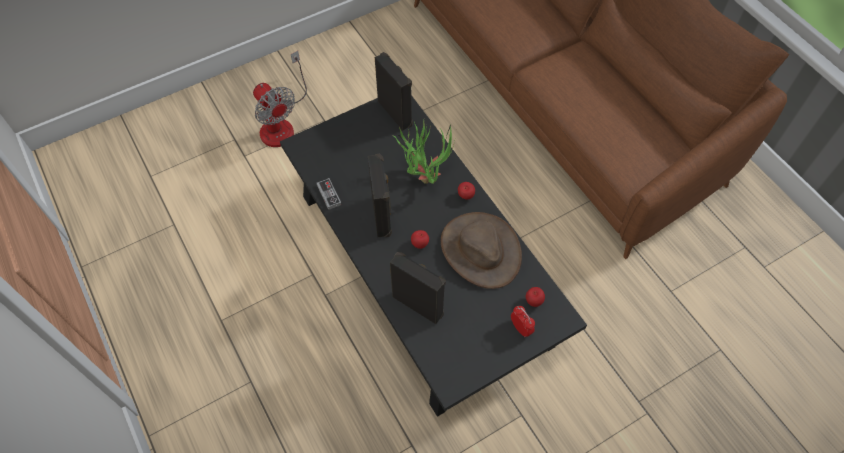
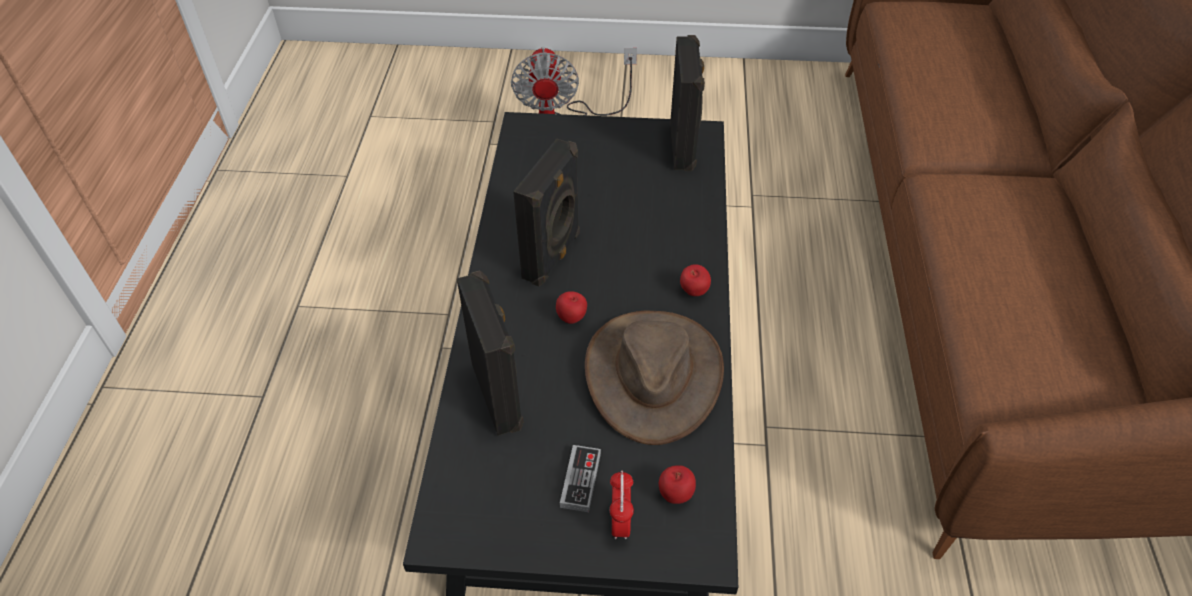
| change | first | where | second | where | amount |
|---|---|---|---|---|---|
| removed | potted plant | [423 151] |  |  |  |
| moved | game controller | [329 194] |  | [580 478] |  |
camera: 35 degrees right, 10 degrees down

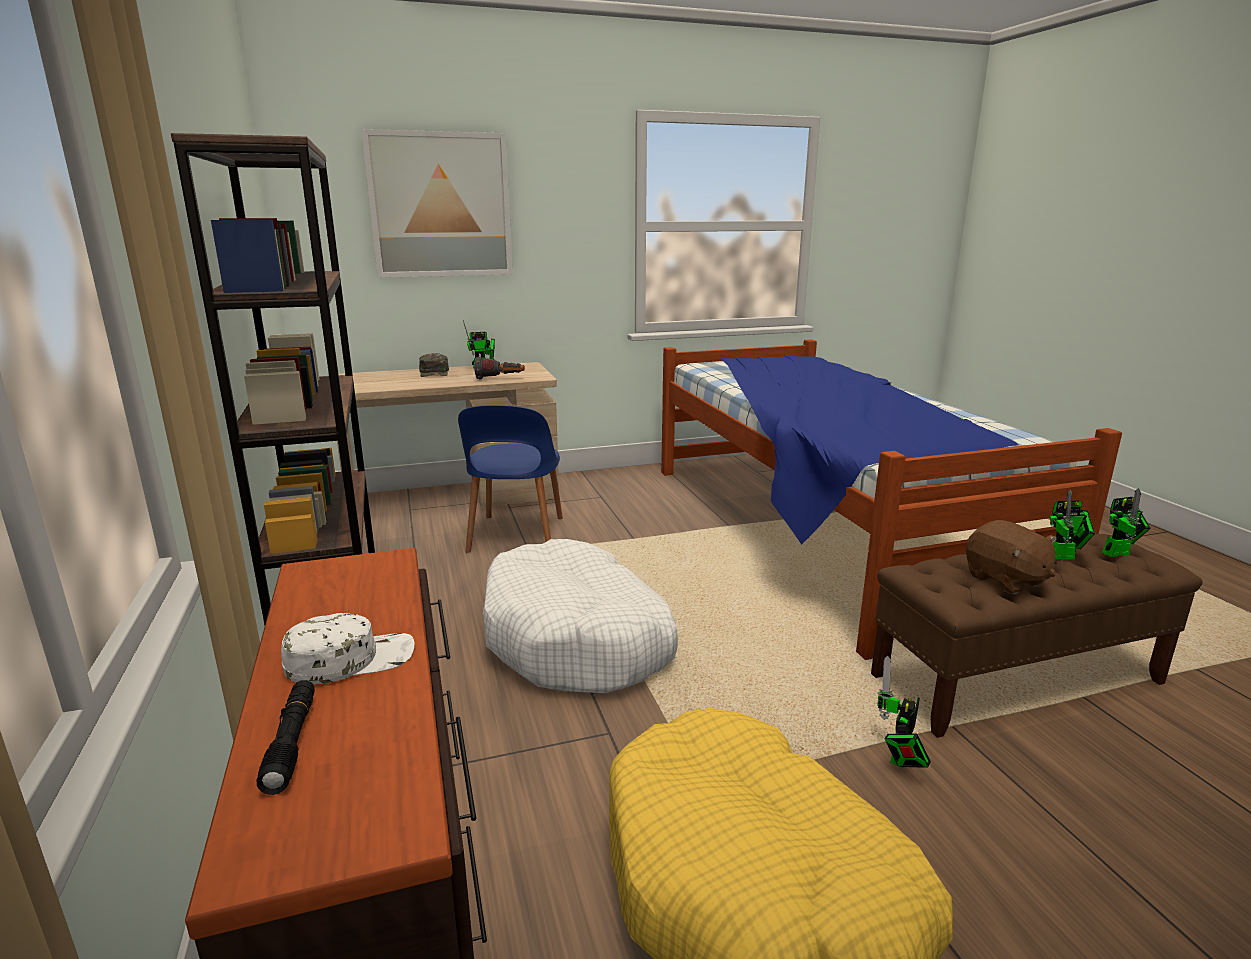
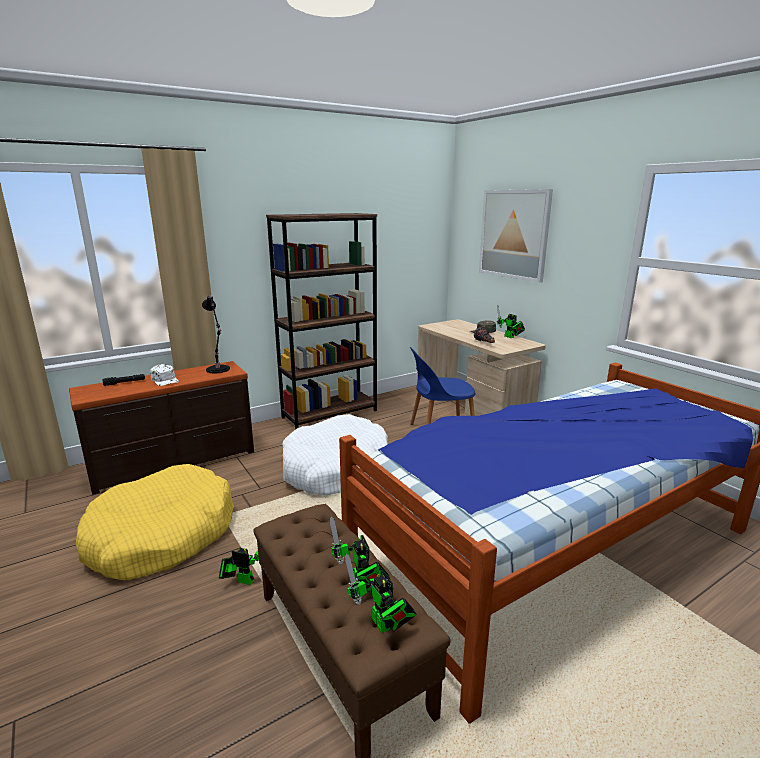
| change | first | where | second | where | amount |
|---|---|---|---|---|---|
| removed | brown plush toy | [1011 557] |  |  |  |
| added |  |  | black table lamp | [216 334] |  |
camera: 75 degrees right, 0 degrees up

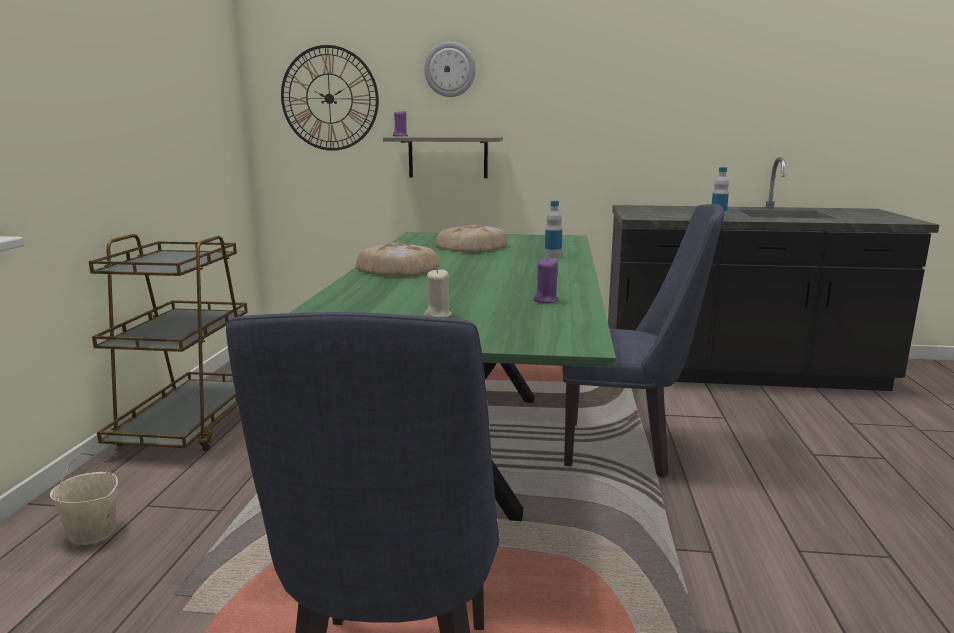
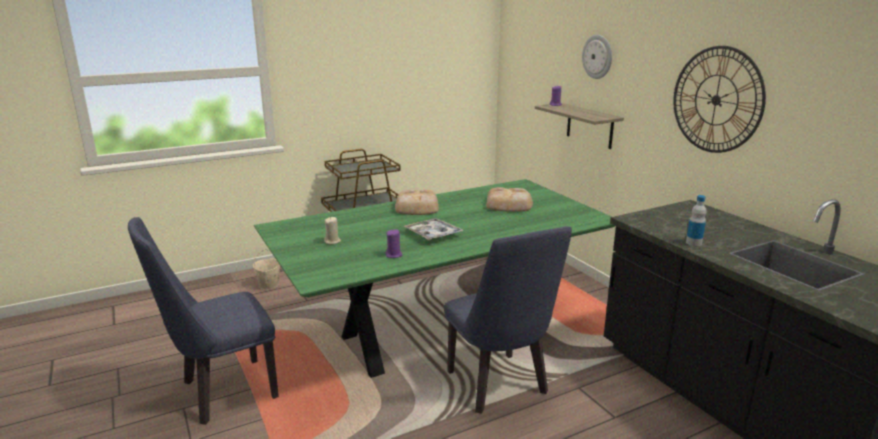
| change | first | where | second | where | amount |
|---|---|---|---|---|---|
| removed | bottle | [553 229] |  |  |  |
| added |  |  | tray | [434 229] |  |
| moved | wall clock | [330 98] |  | [719 99] |  |
camera: 55 degrees right, 5 degrees up

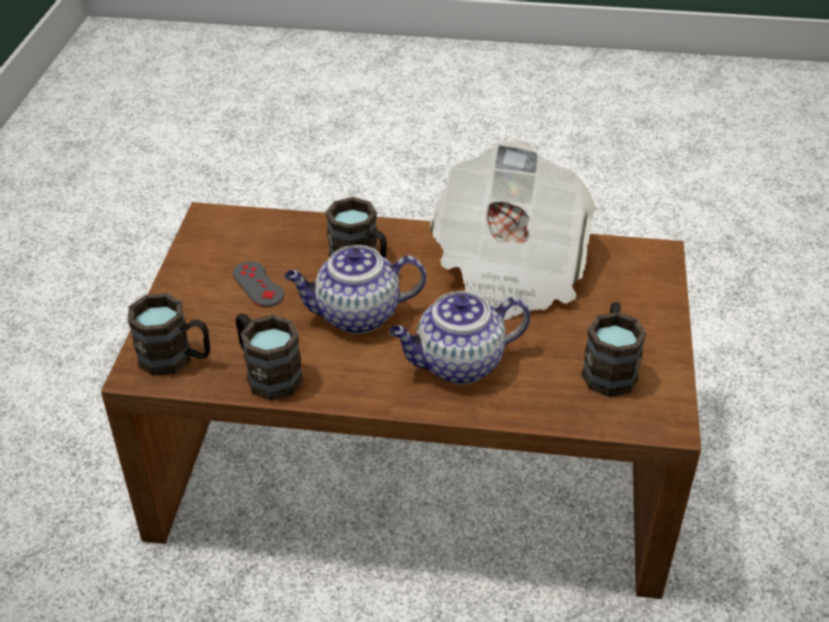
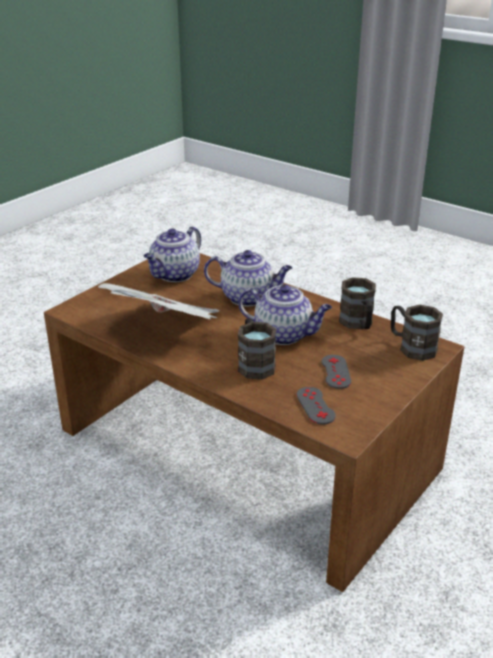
| change | first | where | second | where | amount |
|---|---|---|---|---|---|
| added |  |  | grey game controller | [316 406] |  |
| replaced | brown mug | [614 349] | teapot | [172 254] |  |
camera: 150 degrees left, 10 degrees down

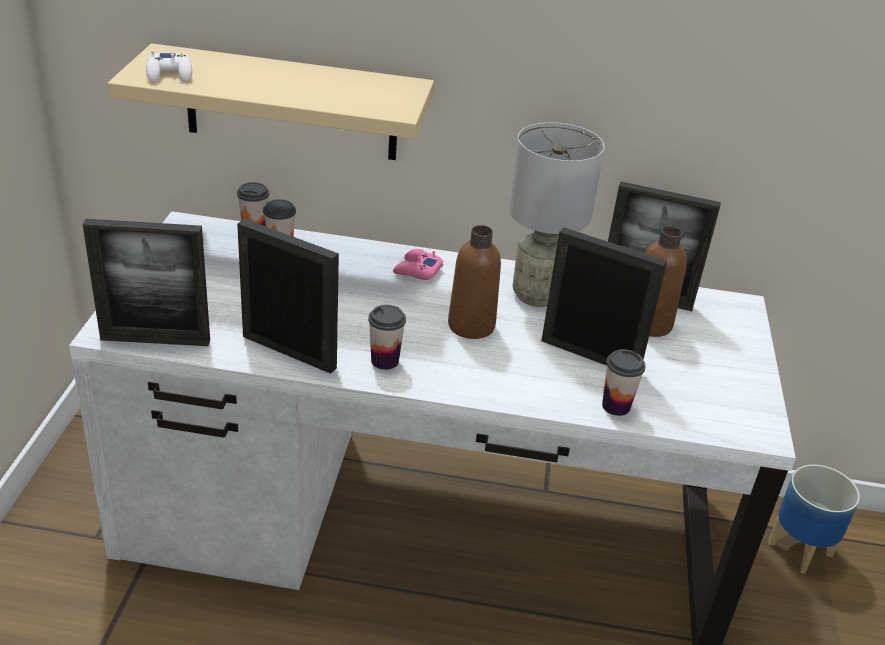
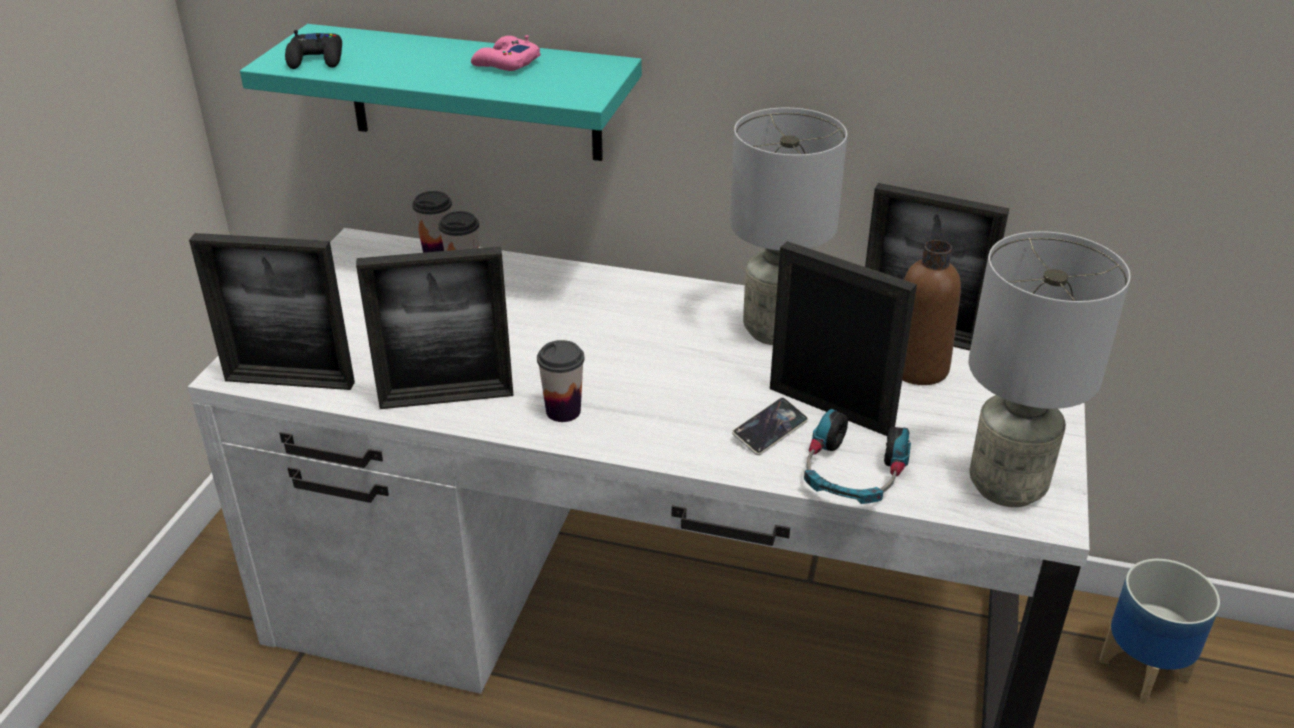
| change | first | where | second | where | amount |
|---|---|---|---|---|---|
| removed | brown bottle | [474 282] |  |  |  |
| added |  |  | phone | [770 426] |  |
| added |  |  | grey table lamp | [1050 369] |  |
| moved | pink game controller | [418 264] |  | [506 53] |  |
| replaced | cup | [624 382] | headphones | [857 456] |  |
| recoloured | beige shelf | [270 101] | turquoise shelf | [441 92] |  |
| recoloured | white game controller | [169 66] | black game controller | [313 49] |  |
| turned | picture frame | [288 296] |  | [435 327] | 135 degrees clockwise |
camera: 10 degrees right, 0 degrees up

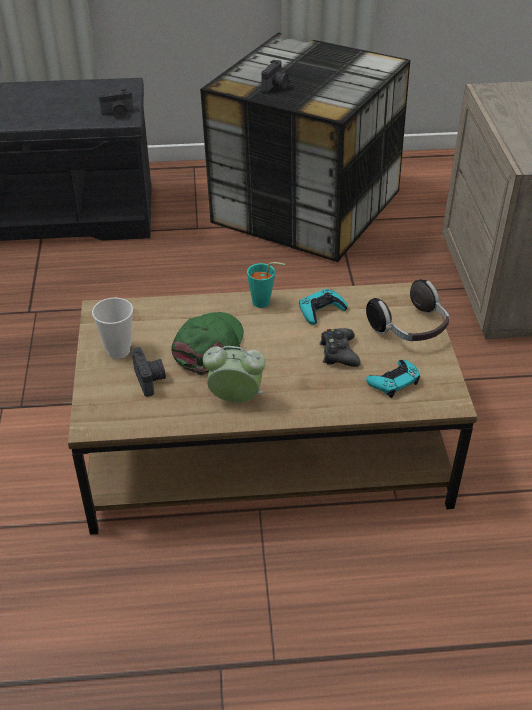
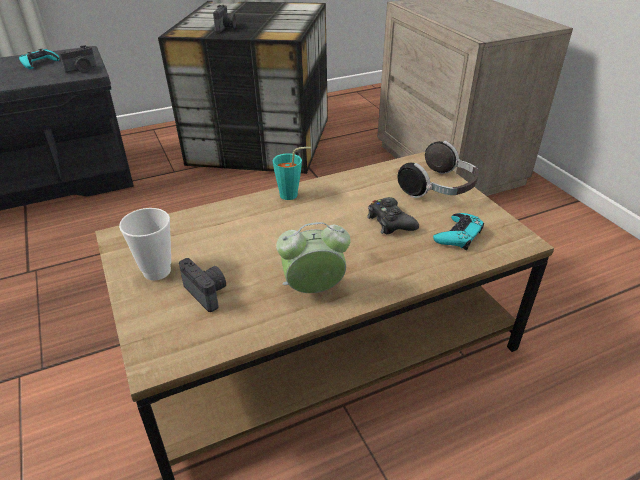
| change | first | where | second | where | amount |
|---|---|---|---|---|---|
| removed | green cap | [207 344] |  |  |  |
| moved | turquoise game controller | [323 307] |  | [39 59] |  |
camera: 20 degrees left, 5 degrees down

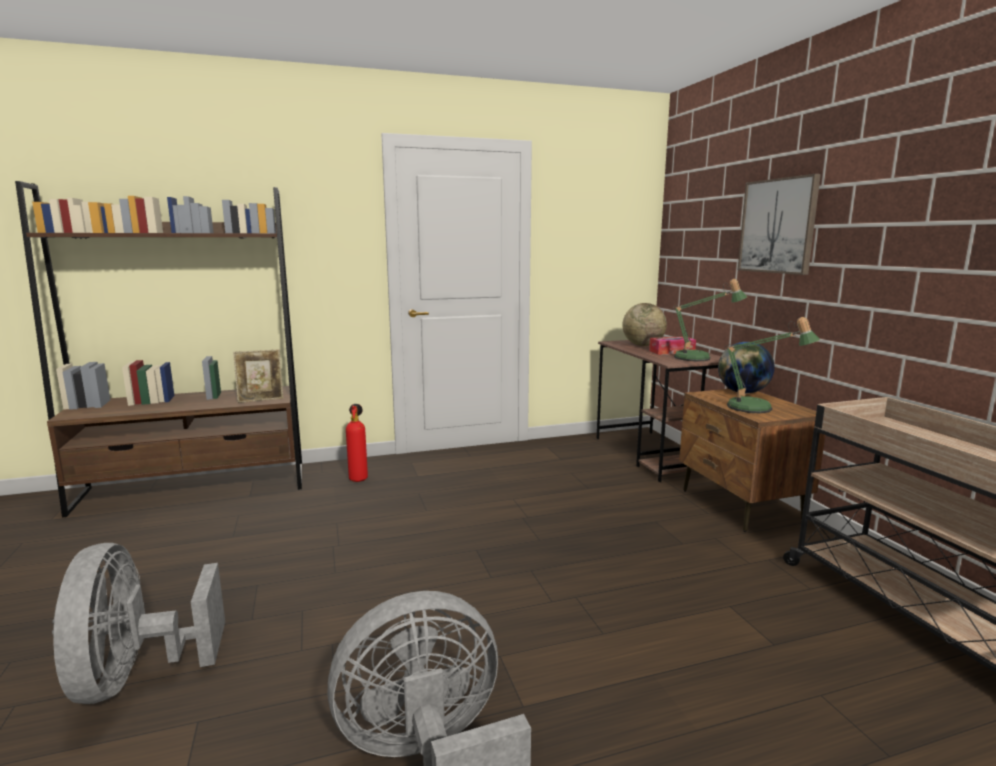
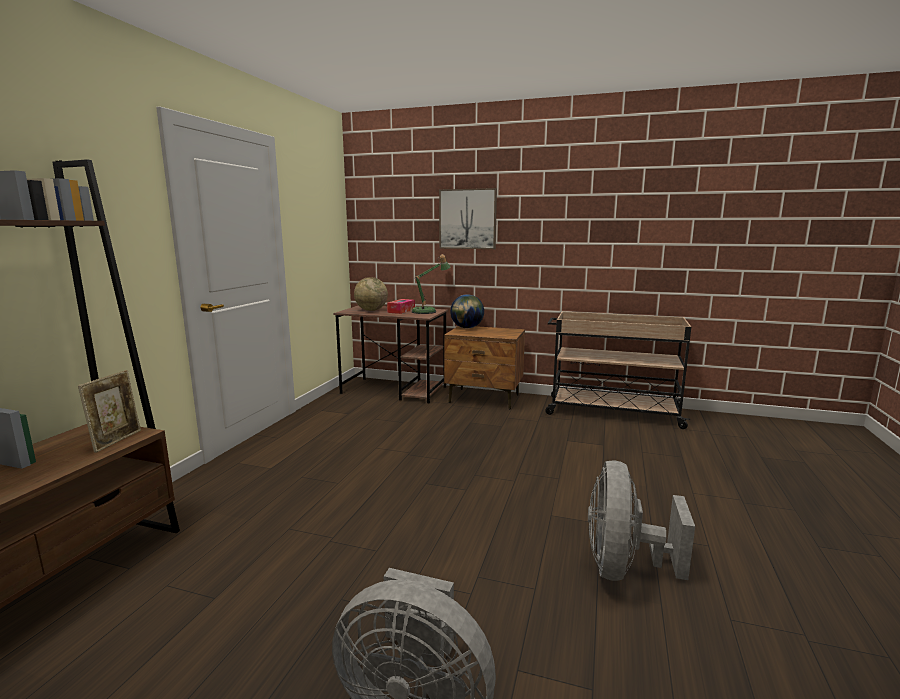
| change | first | where | second | where | amount |
|---|---|---|---|---|---|
| removed | fire extinguisher | [357 443] |  |  |  |
| removed | table lamp | [772 365] |  |  |  |
camera: 55 degrees left, 0 degrees up

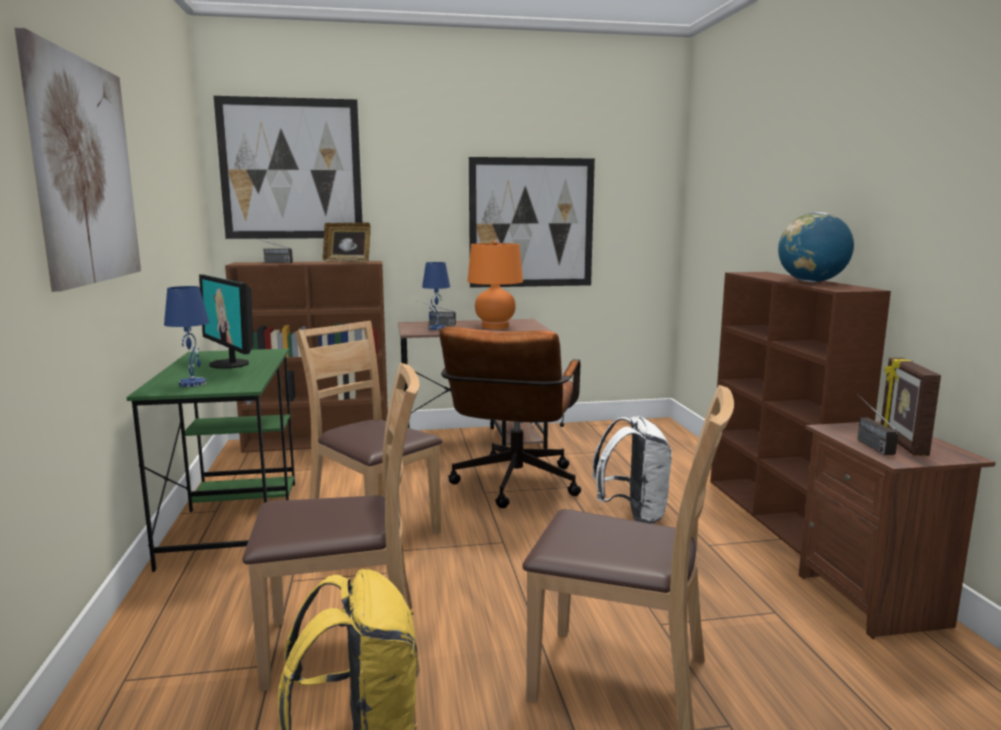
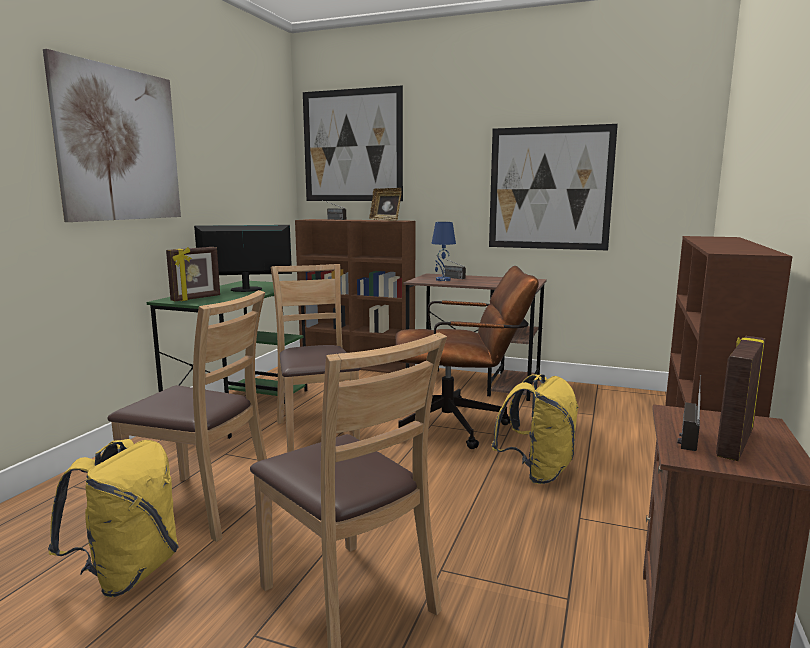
| change | first | where | second | where | amount |
|---|---|---|---|---|---|
| removed | orange table lamp | [495 285] |  |  |  |
| removed | globe | [816 247] |  |  |  |
| replaced | blue table lamp | [186 336] | picture frame | [193 274] |  |
| recoloured | white backpack | [632 470] | yellow backpack | [535 429] |  |
| turned | monitor | [226 321] |  | [243 258] | 90 degrees clockwise |
| turned | brown office chair | [510 417] |  | [467 357] | 135 degrees counterclockwise |
camera: 30 degrees right, 0 degrees up

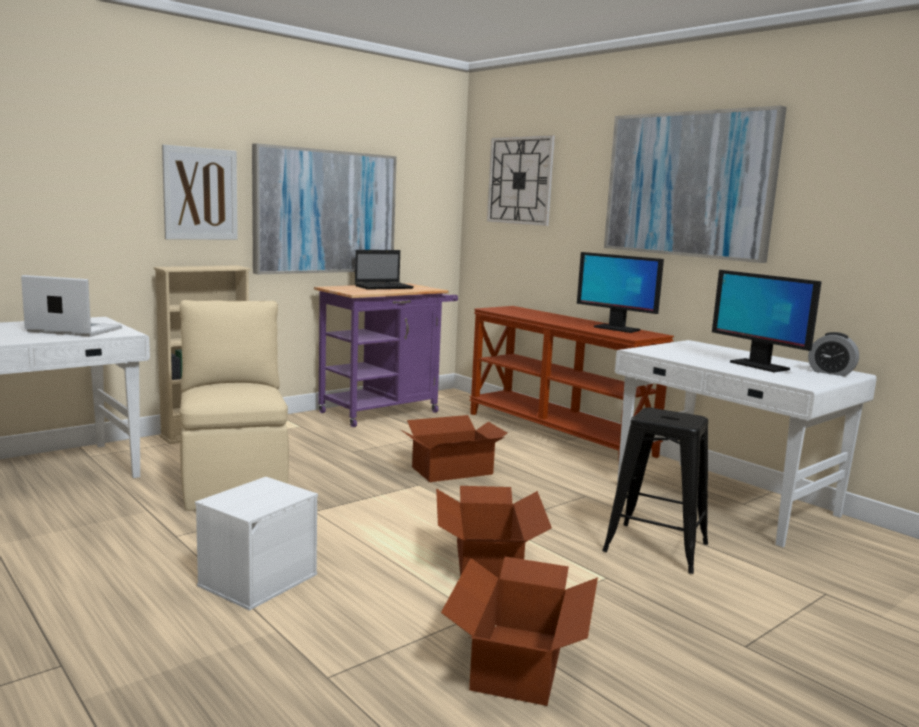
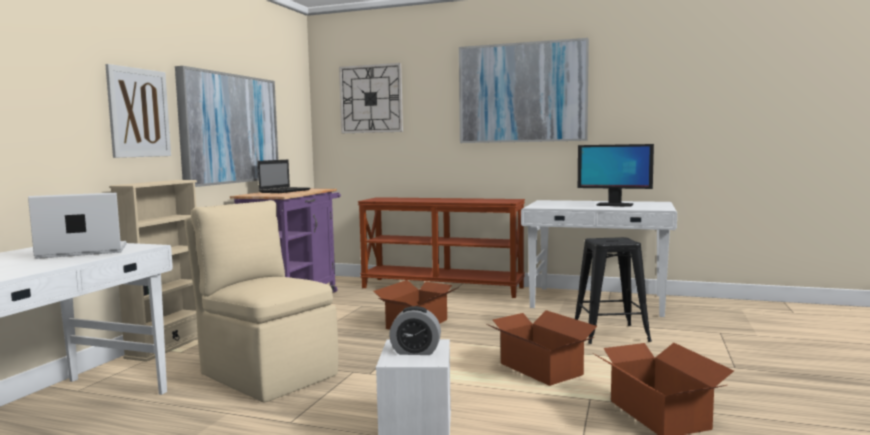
| change | first | where | second | where | amount |
|---|---|---|---|---|---|
| removed | monitor | [620 292] |  |  |  |
| moved | alarm clock | [833 354] |  | [415 330] |  |
camera: 30 degrees left, 5 degrees down

